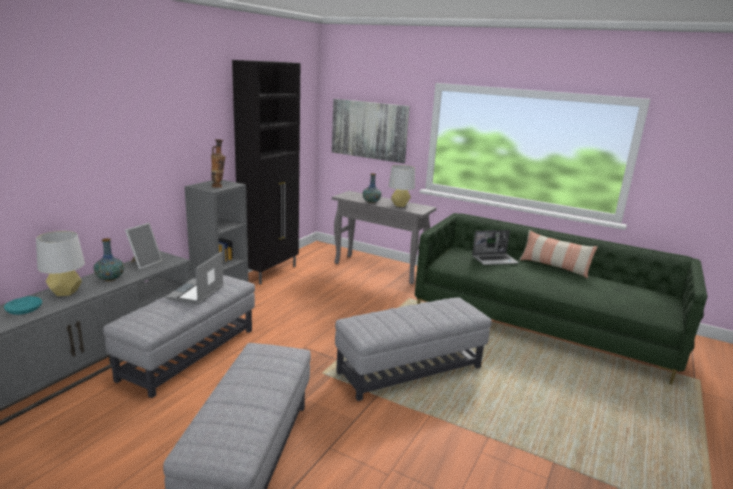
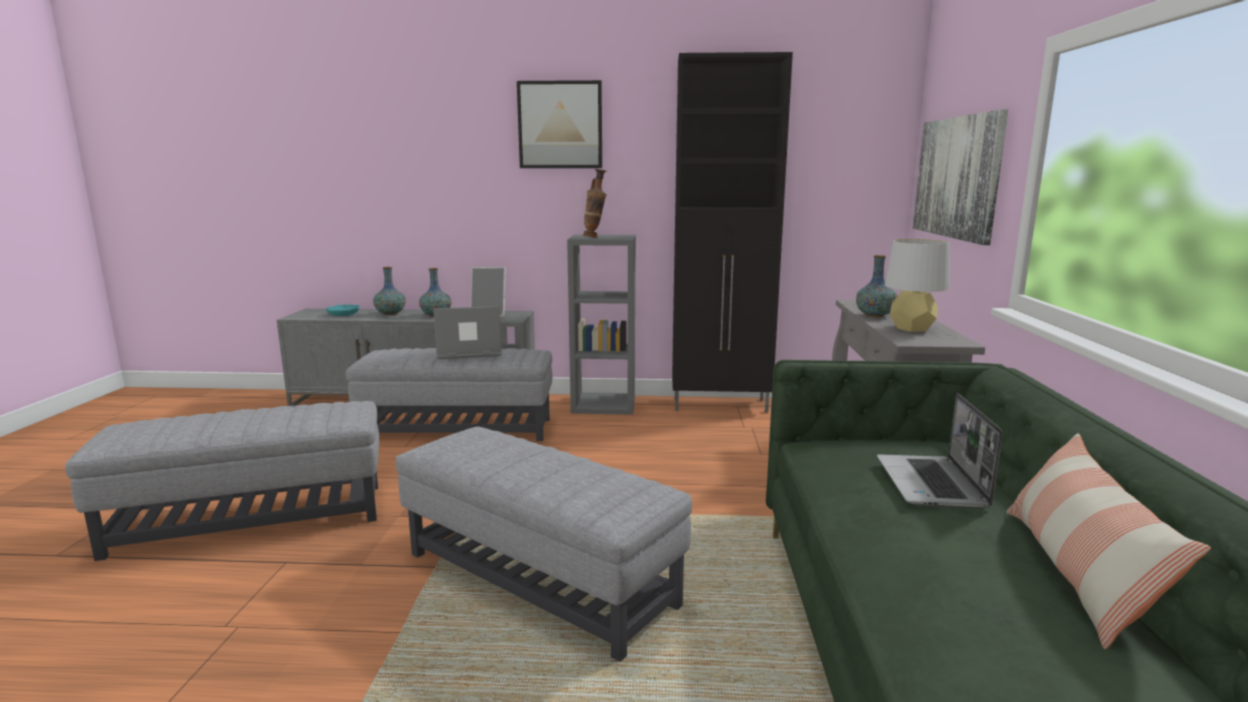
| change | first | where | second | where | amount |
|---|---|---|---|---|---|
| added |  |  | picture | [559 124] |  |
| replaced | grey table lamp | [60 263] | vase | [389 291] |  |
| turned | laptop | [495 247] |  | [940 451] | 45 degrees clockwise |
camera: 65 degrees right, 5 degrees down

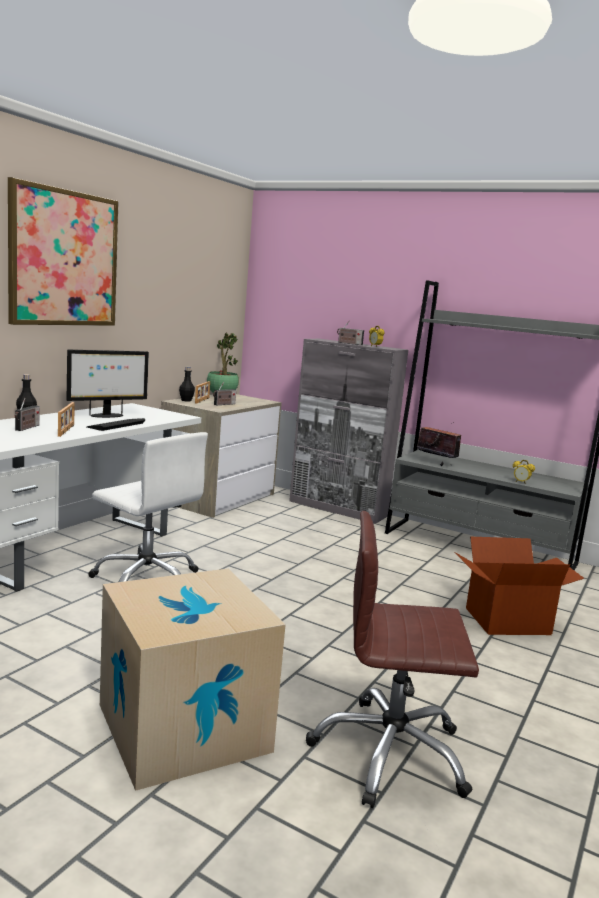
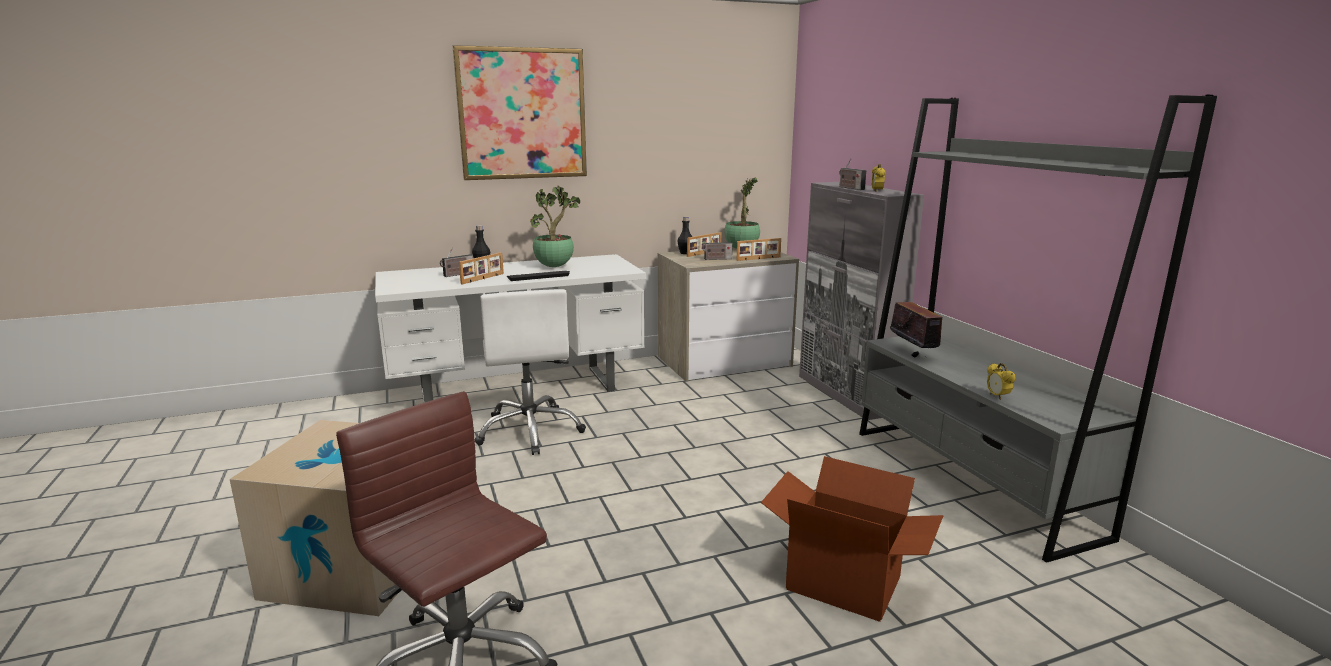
| change | first | where | second | where | amount |
|---|---|---|---|---|---|
| added |  |  | picture frame | [759 249] |  |
| replaced | monitor | [108 384] | potted plant | [555 226] |  |
camera: 40 degrees right, 5 degrees up

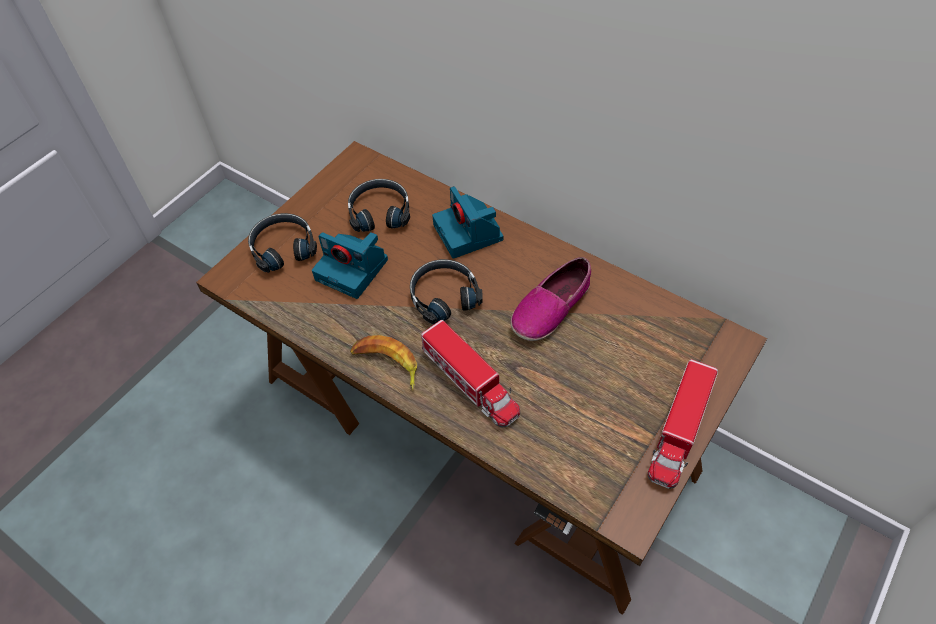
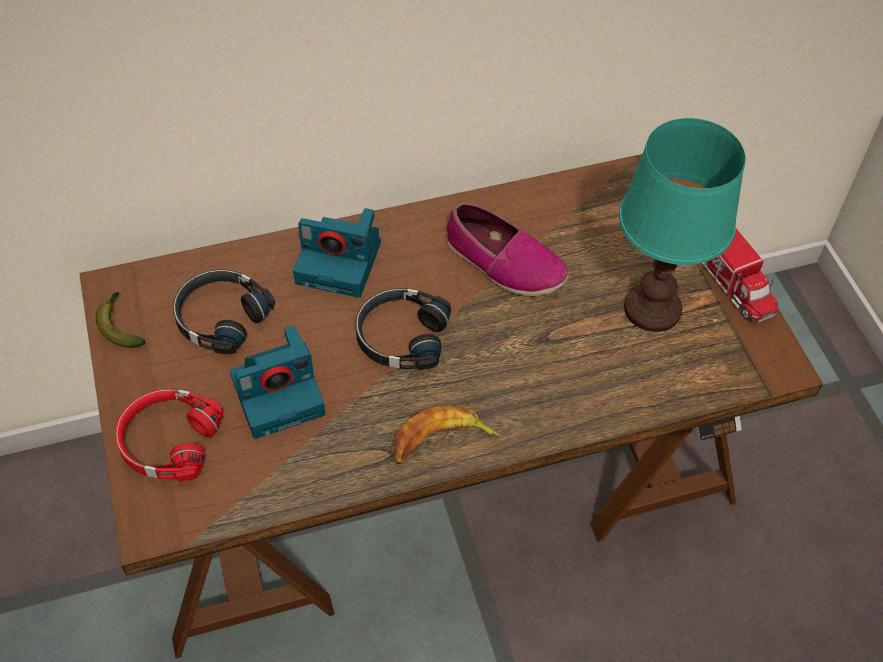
| change | first | where | second | where | amount |
|---|---|---|---|---|---|
| removed | toy truck | [470 374] |  |  |  |
| added |  |  | banana | [120 320] |  |
| added |  |  | turquoise table lamp | [682 225] |  |
| recoloured | black headphones | [282 243] | red headphones | [169 435] |  |
| turned | shoe | [551 299] |  | [508 249] | 45 degrees counterclockwise |
camera: 55 degrees left, 0 degrees up

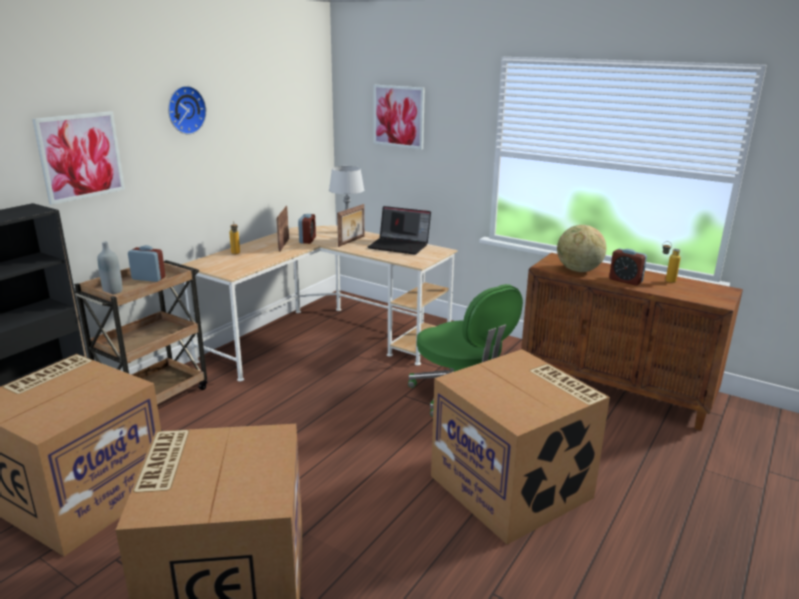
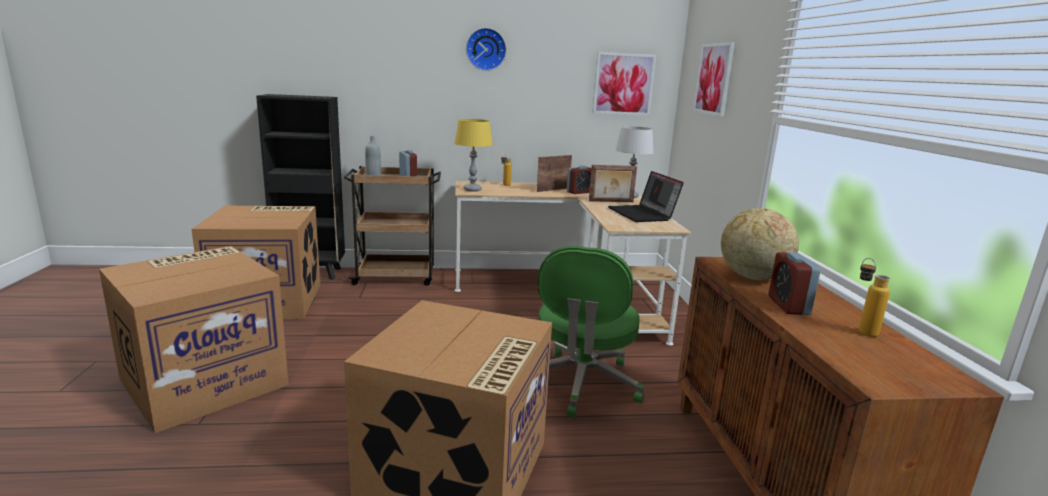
| change | first | where | second | where | amount |
|---|---|---|---|---|---|
| added |  |  | yellow table lamp | [473 155] |  |
| moved | picture | [78 158] |  | [624 84] |  |
camera: 50 degrees right, 5 degrees down

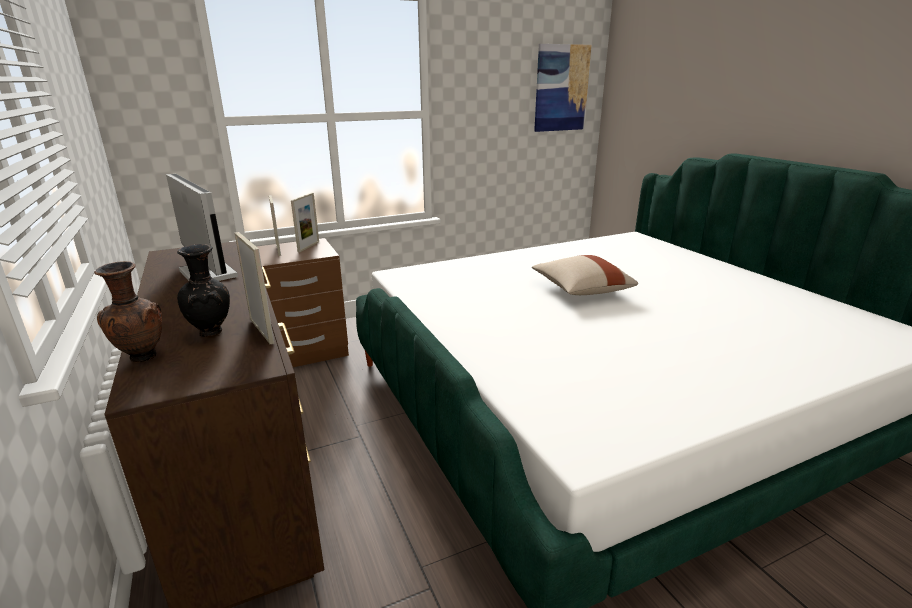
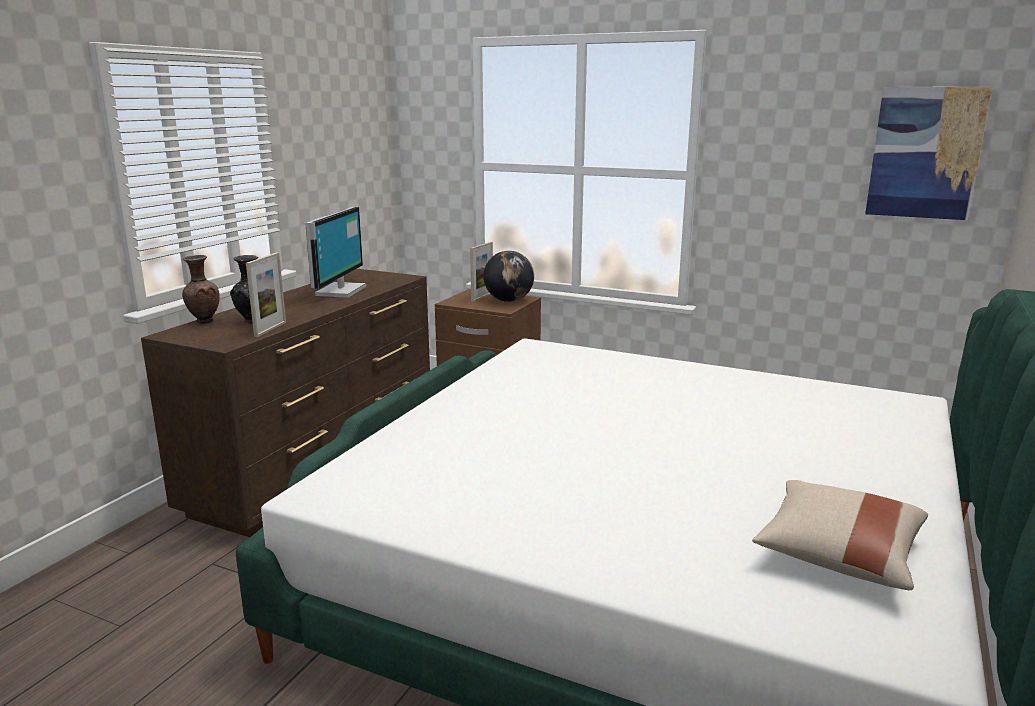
| change | first | where | second | where | amount |
|---|---|---|---|---|---|
| moved | beige pillow | [585 275] |  | [840 535] |  |
| replaced | picture frame | [305 222] | globe | [508 276] |  |
camera: 50 degrees right, 5 degrees down

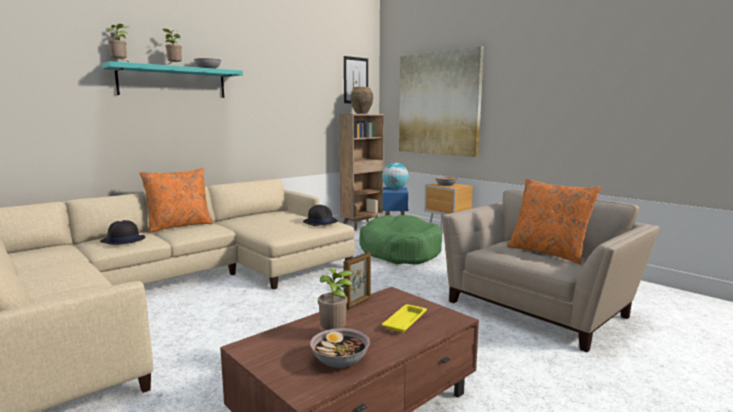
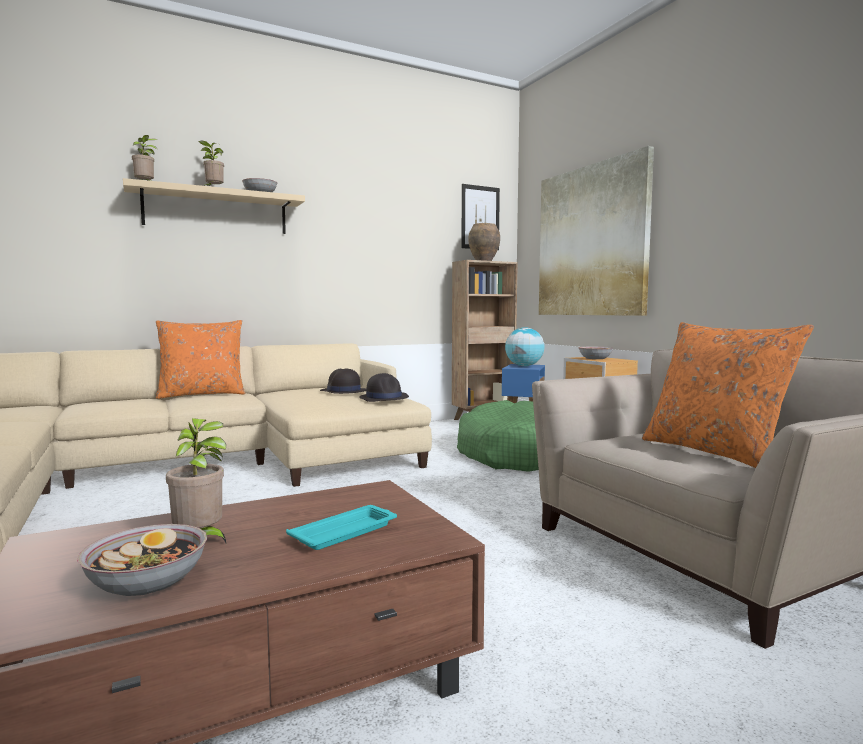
| change | first | where | second | where | amount |
|---|---|---|---|---|---|
| removed | picture frame | [357 281] |  |  |  |
| moved | black hat | [122 232] |  | [343 381] |  |
| recoloured | turquoise shelf | [172 79] | beige shelf | [214 206] |  |
| recoloured | yellow tray | [404 318] | turquoise tray | [341 527] |  |
camera: 15 degrees right, 5 degrees down

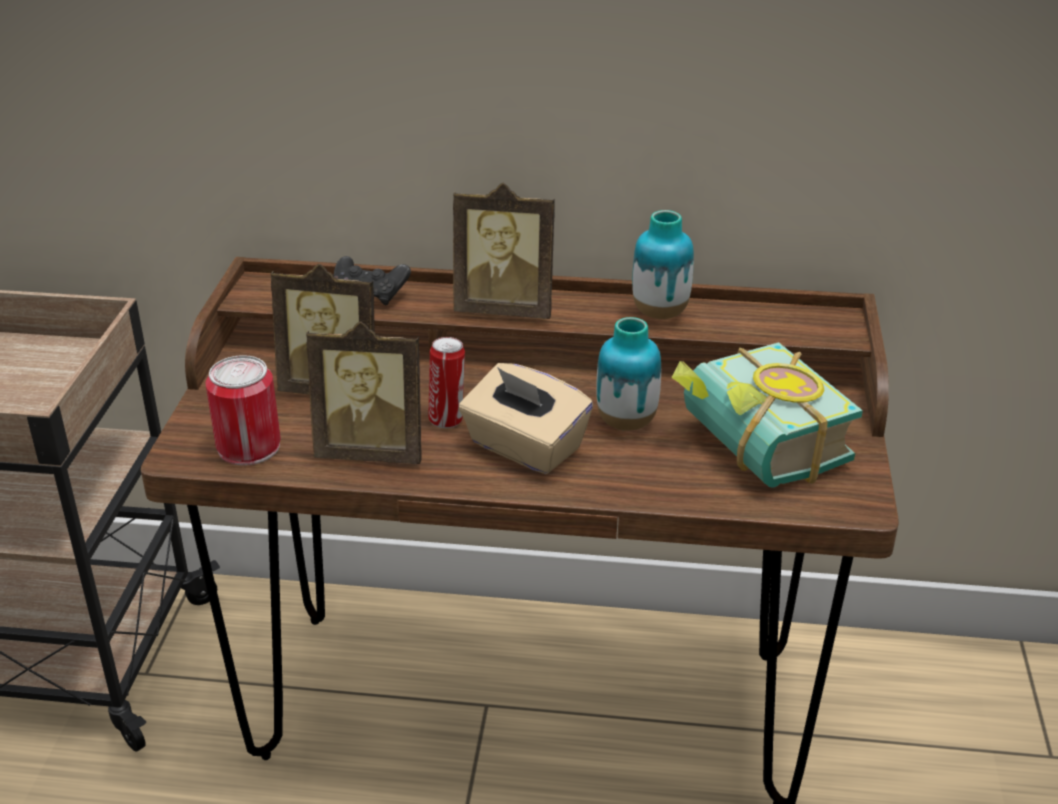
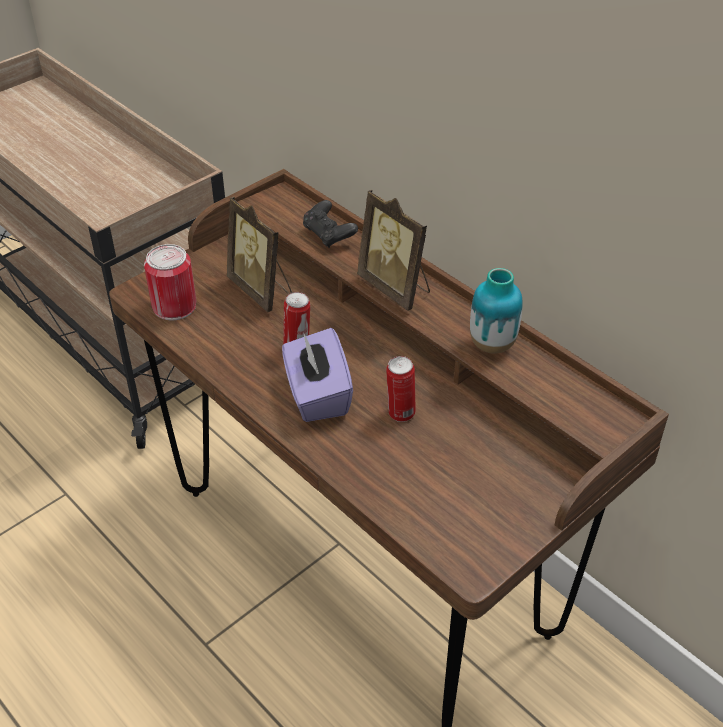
| change | first | where | second | where | amount |
|---|---|---|---|---|---|
| removed | picture frame | [363 392] |  |  |  |
| removed | book | [767 415] |  |  |  |
| replaced | vase | [628 374] | can | [401 389] |  |
| recoloured | beige tissue box | [526 418] | purple tissue box | [317 375] |  |
camera: 40 degrees right, 10 degrees up

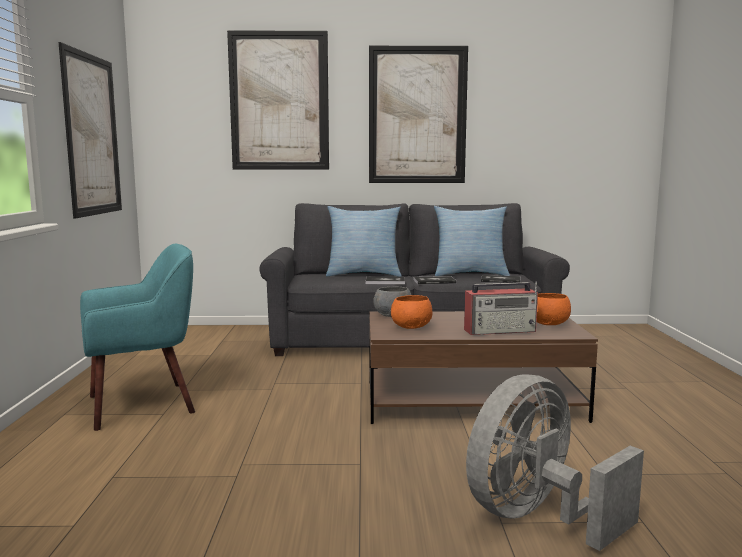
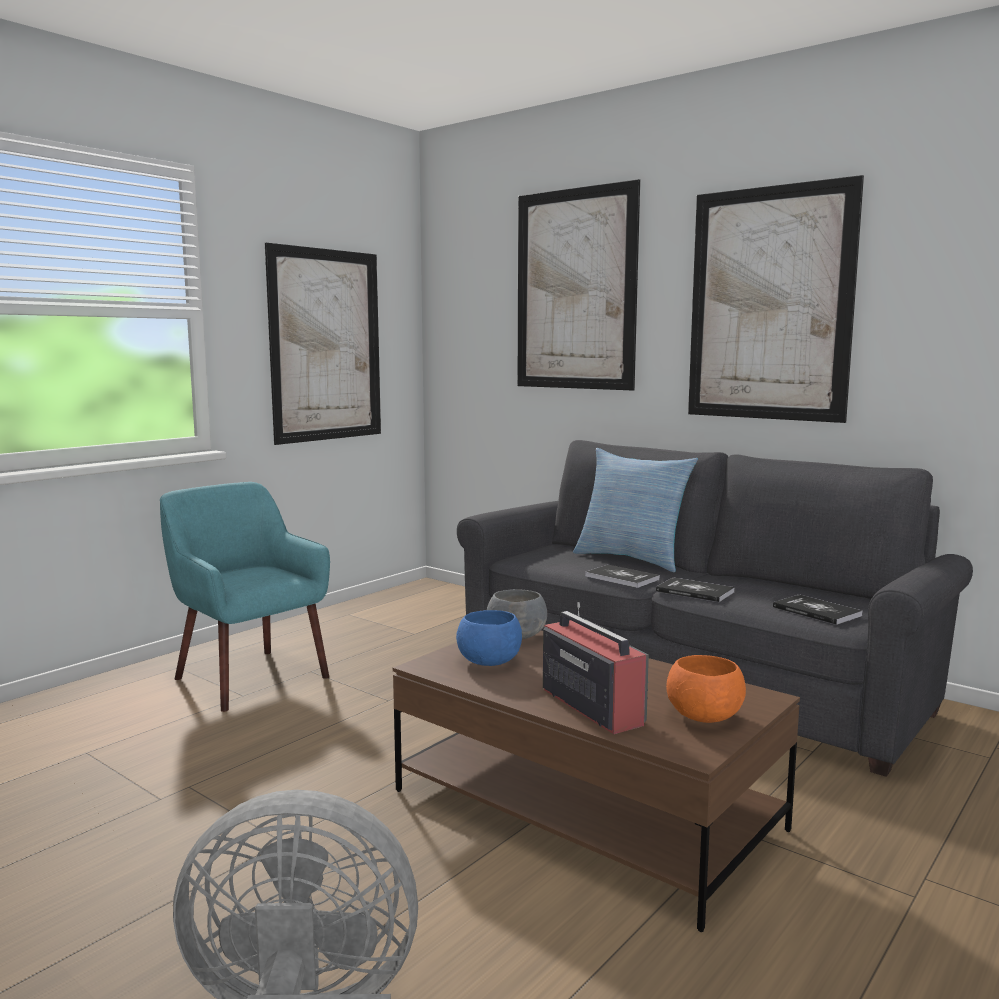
| change | first | where | second | where | amount |
|---|---|---|---|---|---|
| removed | pillow | [472 241] |  |  |  |
| recoloured | orange bowl | [411 312] | blue bowl | [489 638] |  |
| turned | turquoise armchair | [137 337] |  | [245 597] | 150 degrees counterclockwise |
| turned | radio | [501 308] |  | [596 668] | 150 degrees counterclockwise |
camera: 40 degrees right, 0 degrees up

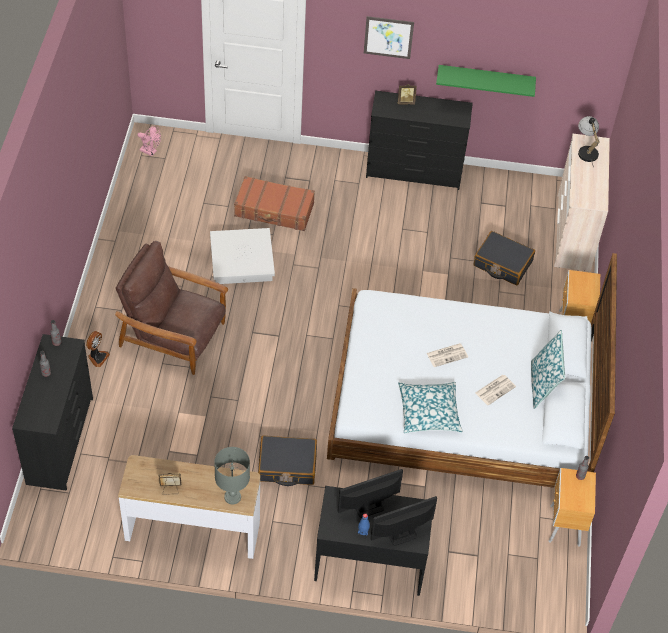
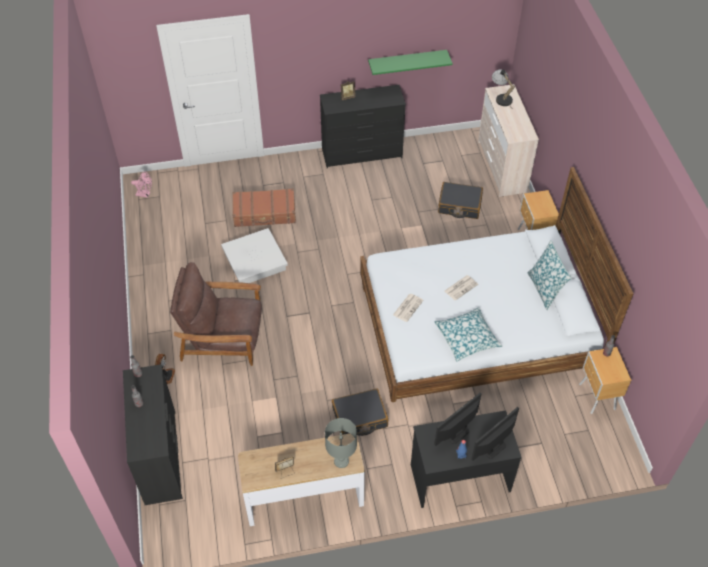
| change | first | where | second | where | amount |
|---|---|---|---|---|---|
| removed | picture | [389 37] |  |  |  |
| moved | newspaper | [496 390] |  | [408 308] |  |
camera: 15 degrees left, 0 degrees up

